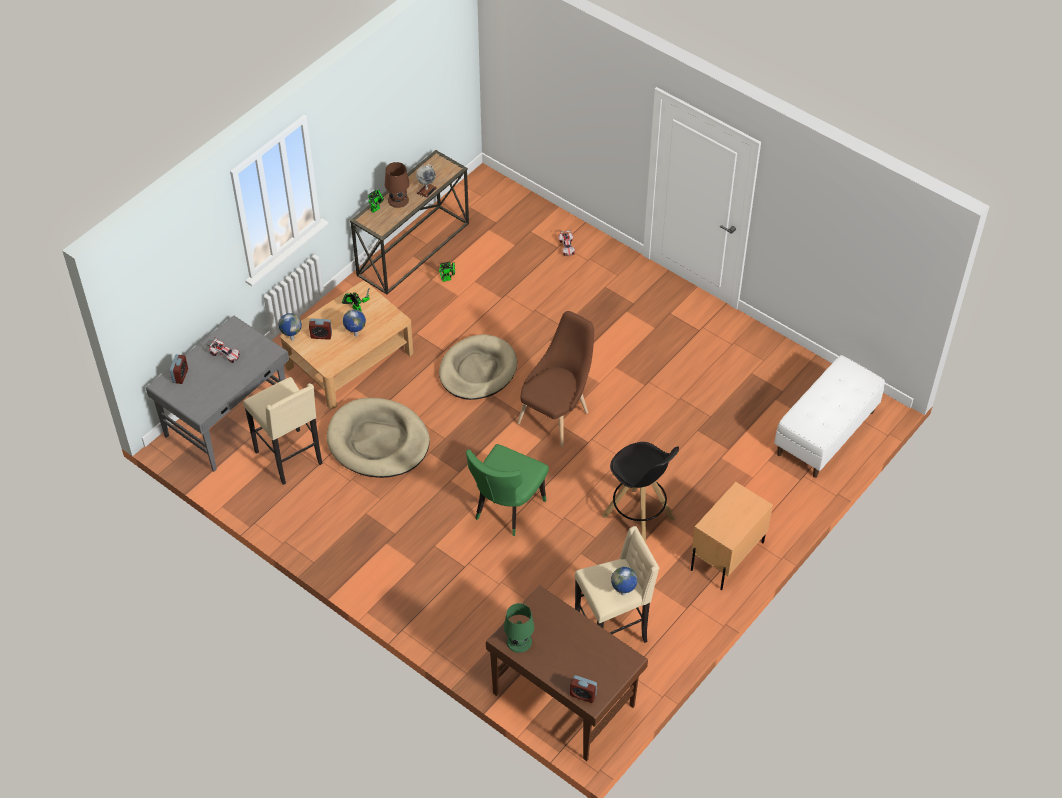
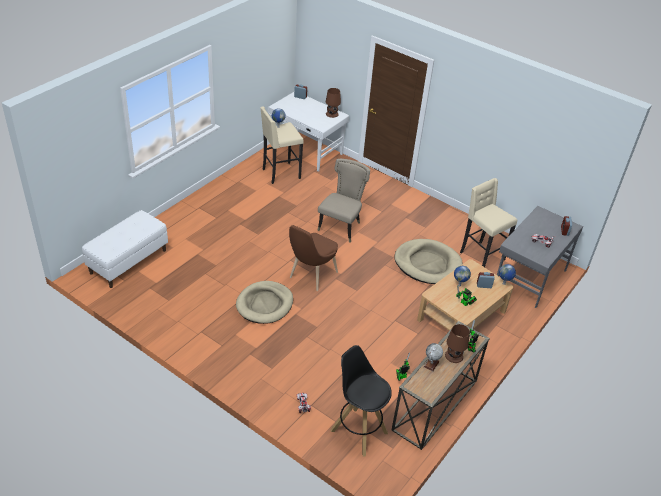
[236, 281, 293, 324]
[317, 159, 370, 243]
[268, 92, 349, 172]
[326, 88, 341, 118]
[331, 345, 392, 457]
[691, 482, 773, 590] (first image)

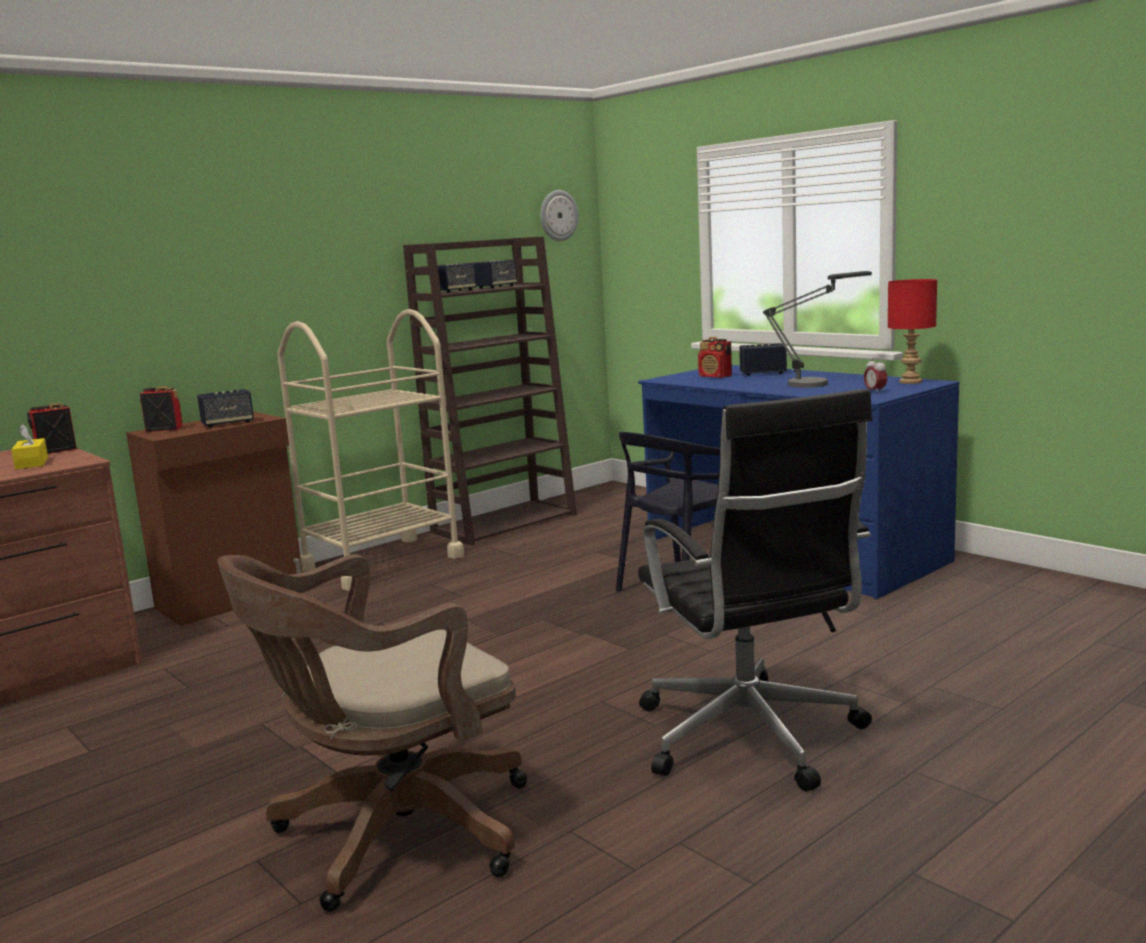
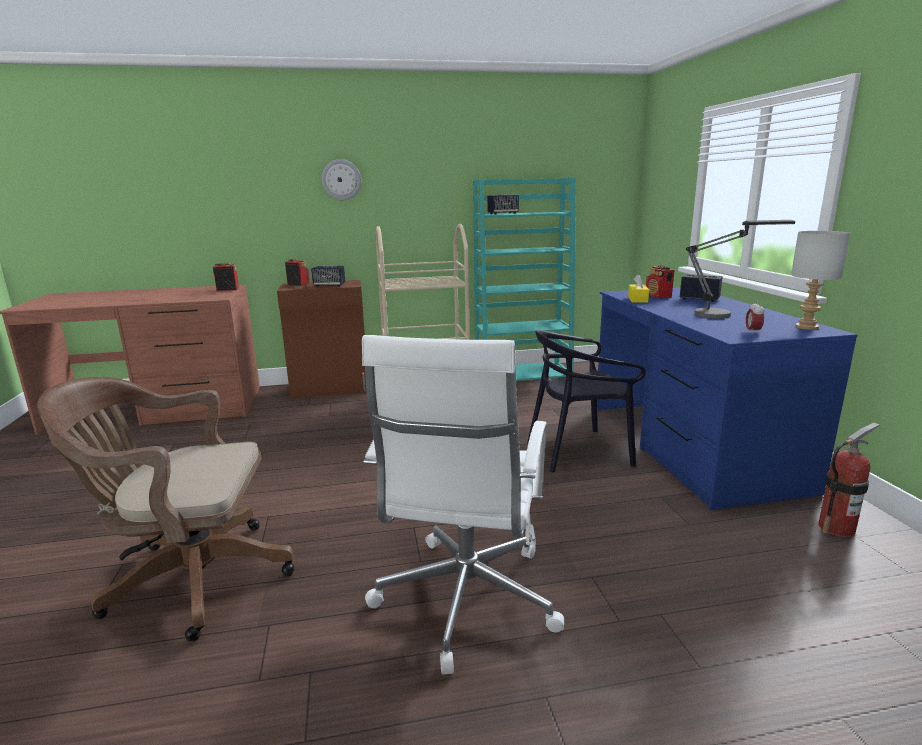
[628, 274, 649, 303]
[473, 178, 576, 381]
[474, 260, 517, 289] (first image)
[321, 159, 361, 200]
[362, 335, 564, 674]
[791, 231, 850, 330]
[818, 423, 880, 537]

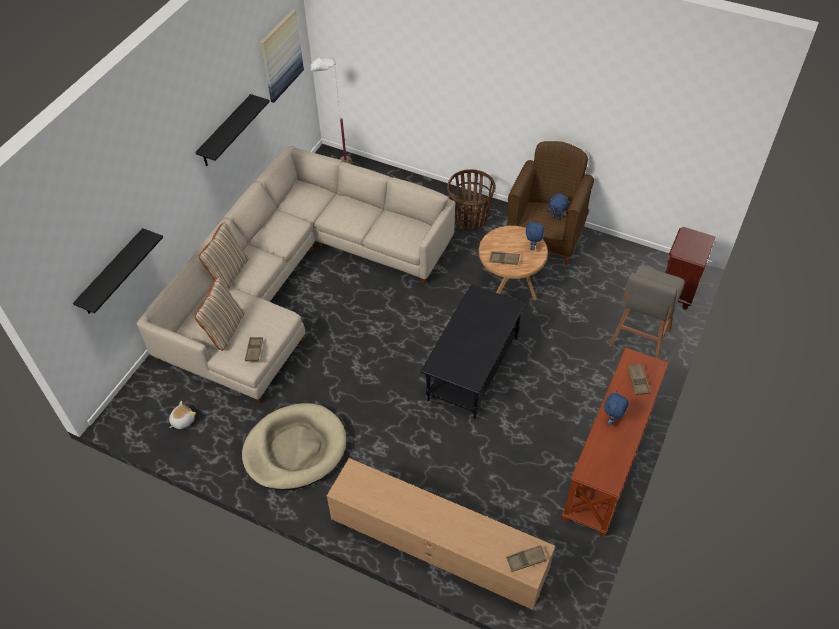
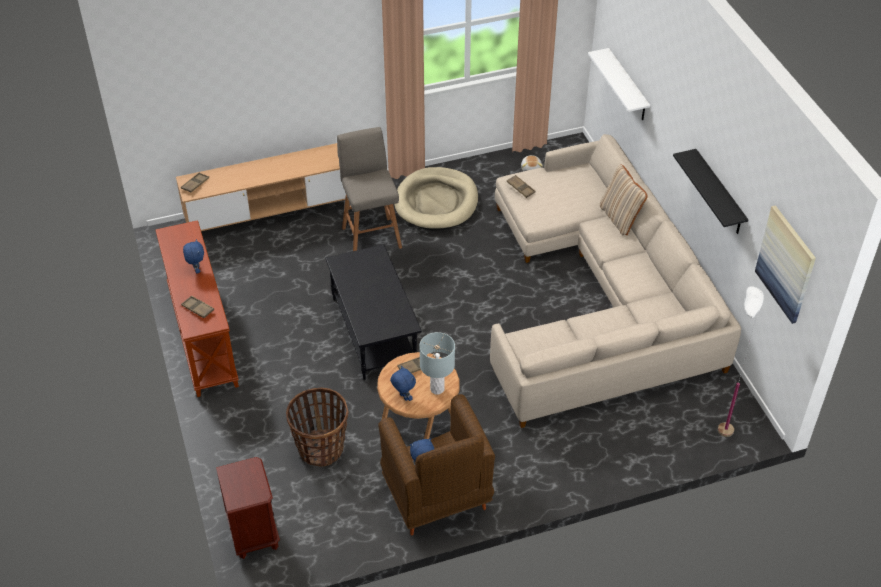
[588, 48, 650, 120]
[194, 278, 245, 351] (first image)
[286, 387, 349, 467]
[337, 127, 402, 251]
[419, 332, 455, 394]

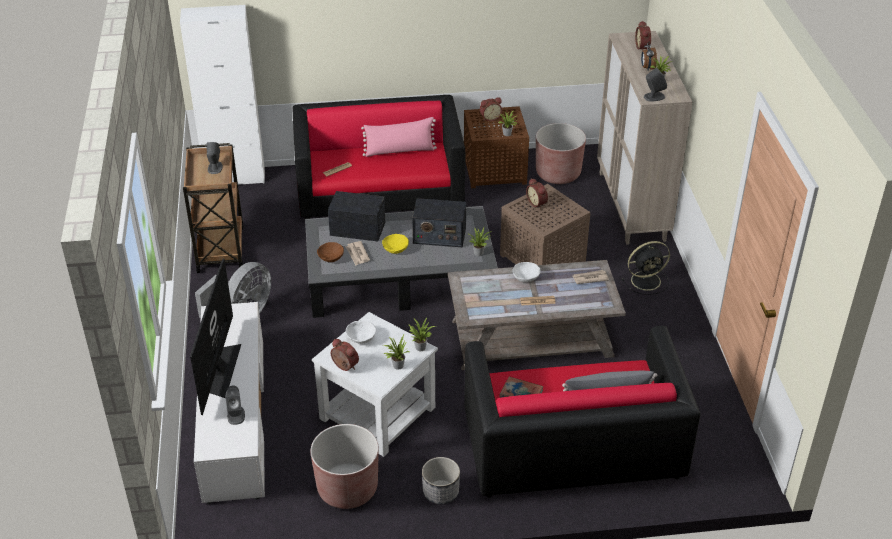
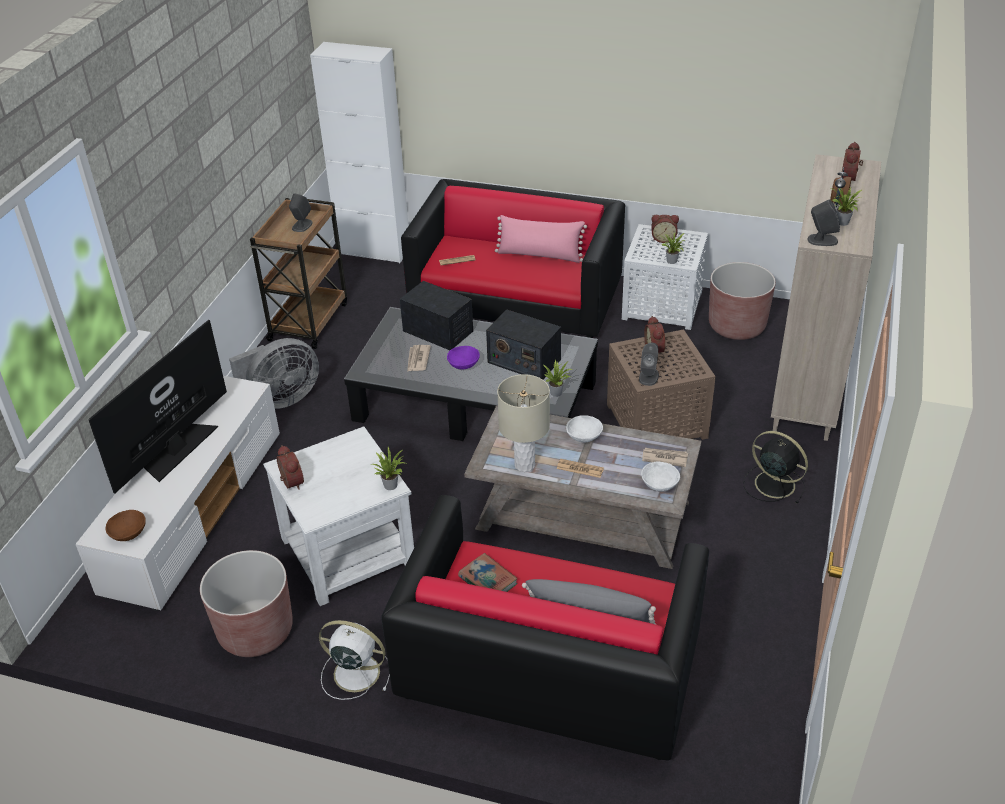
[639, 343, 659, 386]
[106, 510, 146, 541]
[641, 461, 680, 491]
[447, 346, 480, 370]
[382, 335, 411, 370] (first image)
[319, 620, 390, 700]
[622, 224, 708, 330]
[743, 431, 808, 503]
[497, 374, 550, 472]

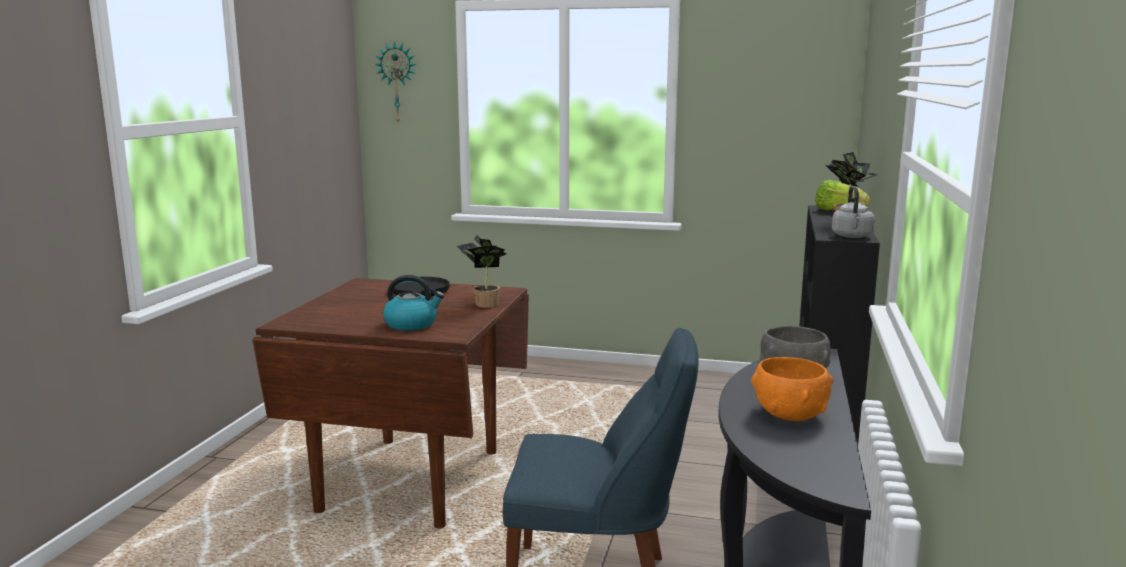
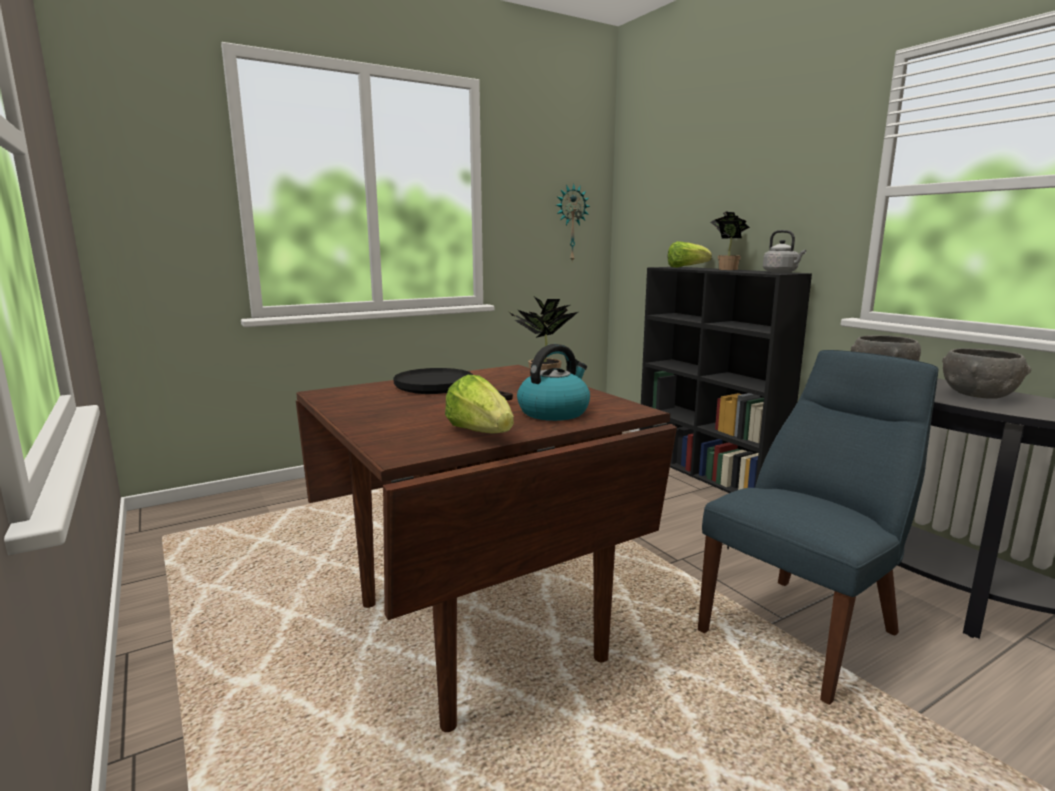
[556, 184, 590, 261]
[942, 348, 1031, 399]
[445, 375, 514, 433]

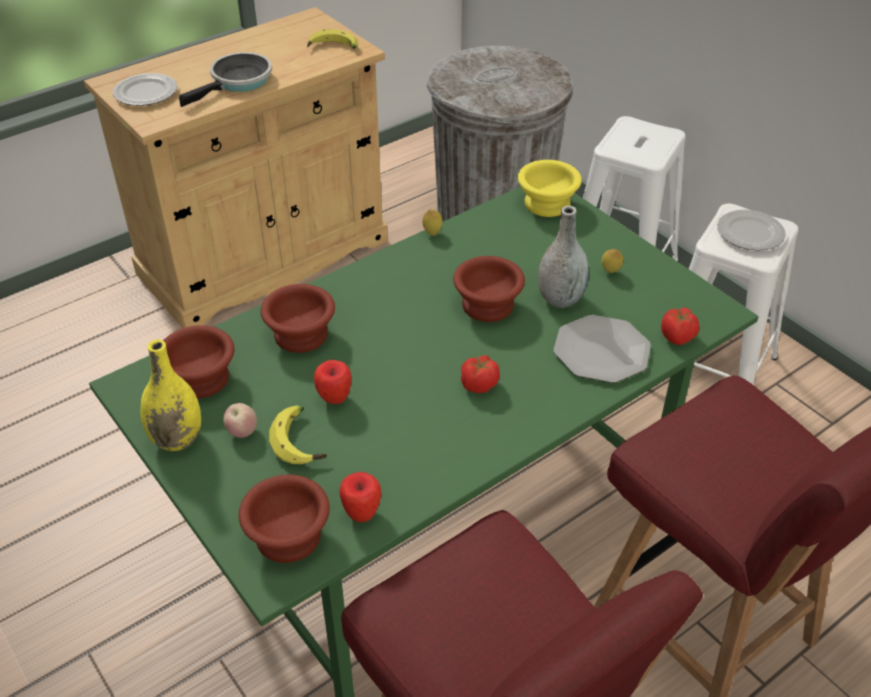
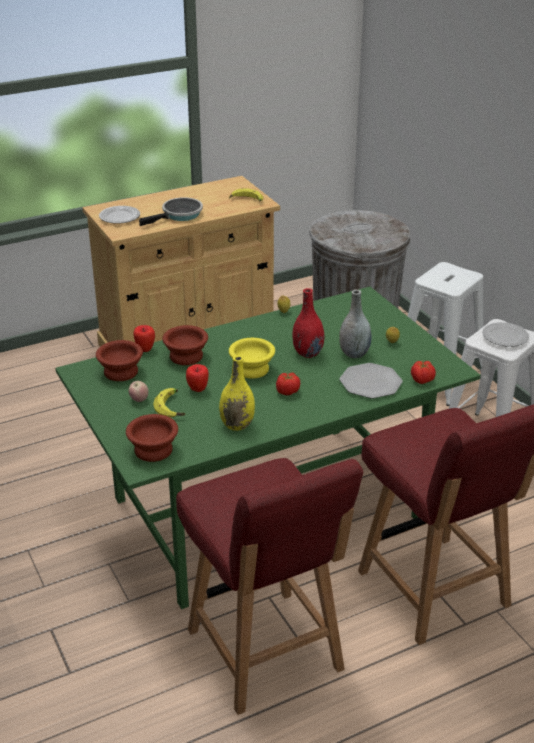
[219, 355, 255, 431]
[134, 325, 155, 352]
[292, 288, 325, 358]
[229, 338, 275, 379]

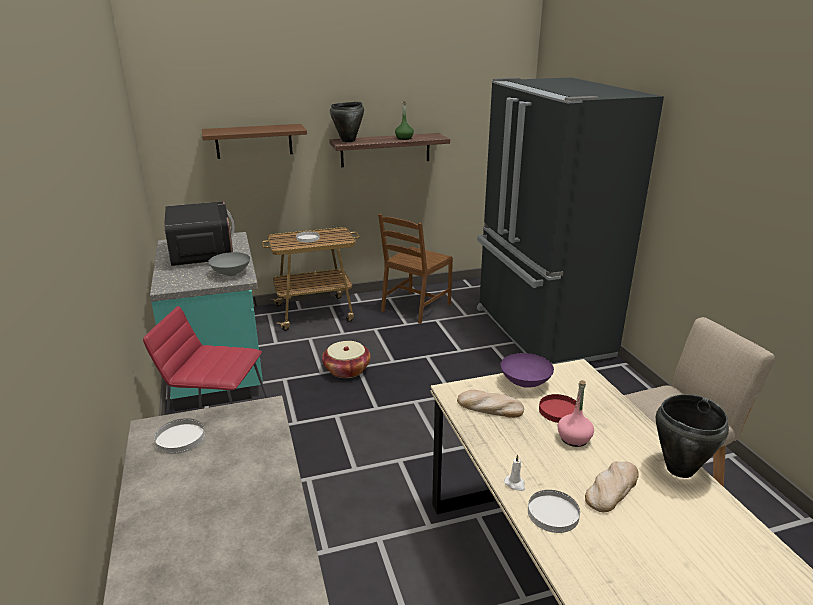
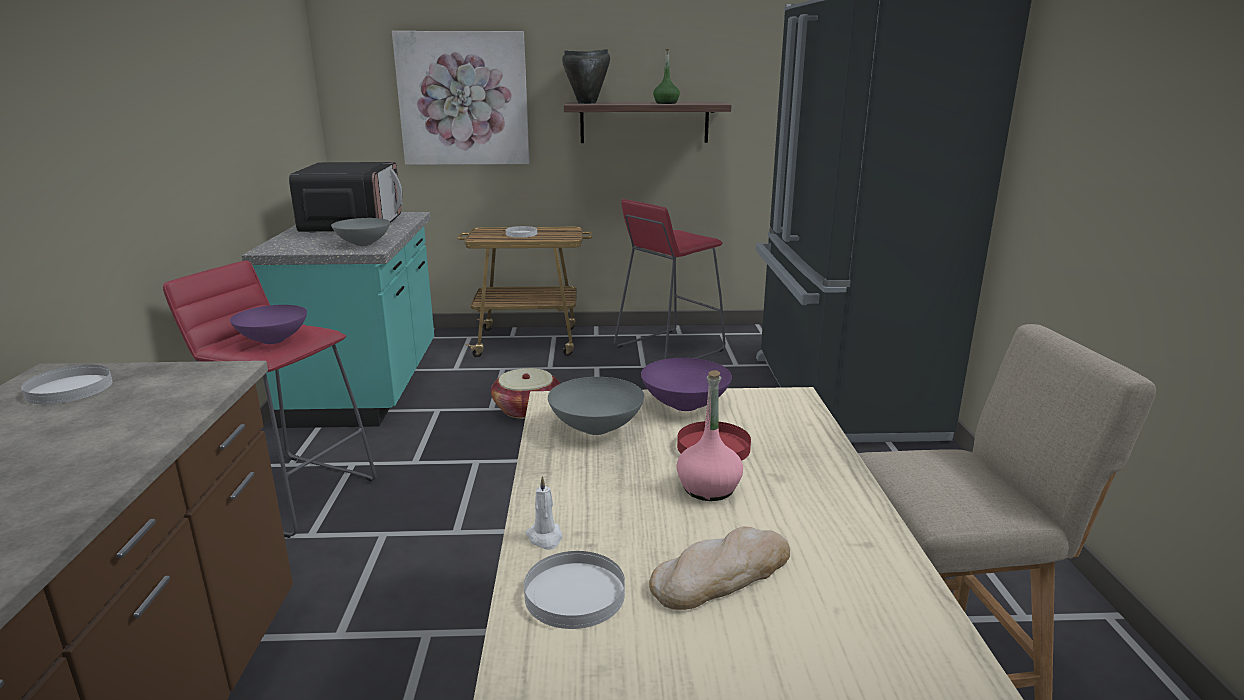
[392, 31, 530, 165]
[614, 199, 725, 359]
[548, 377, 644, 435]
[656, 394, 729, 478] (first image)
[230, 305, 307, 344]

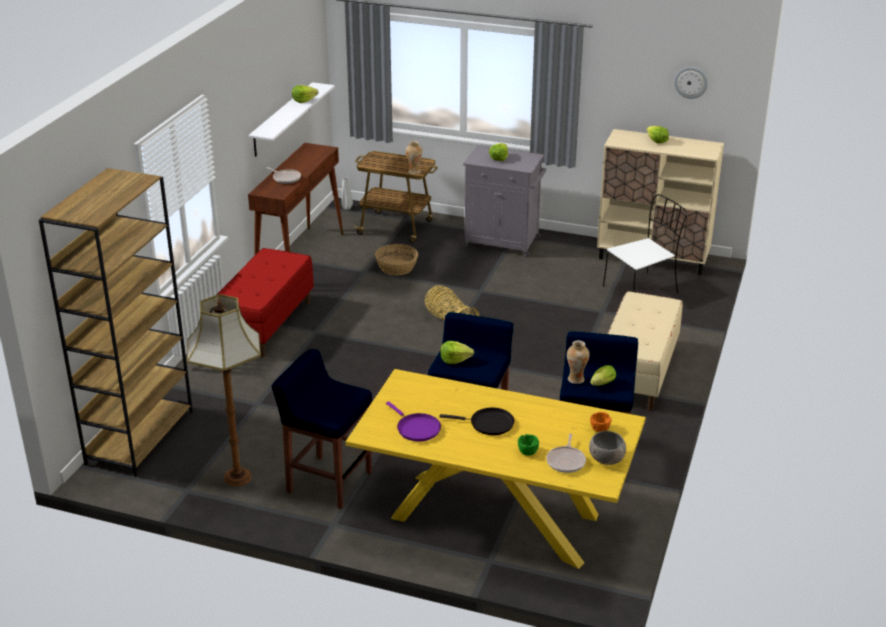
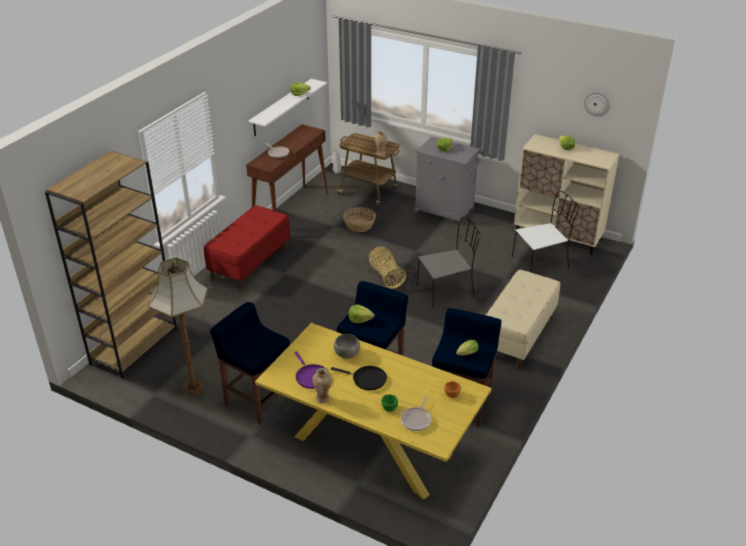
[313, 368, 332, 403]
[334, 334, 360, 359]
[417, 216, 481, 308]

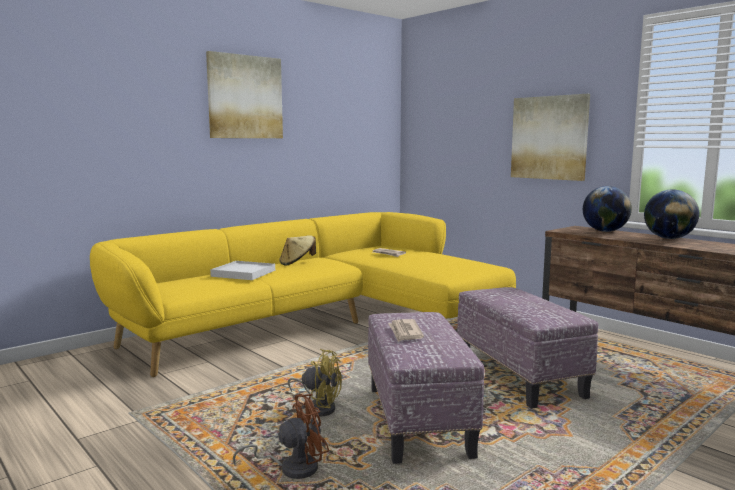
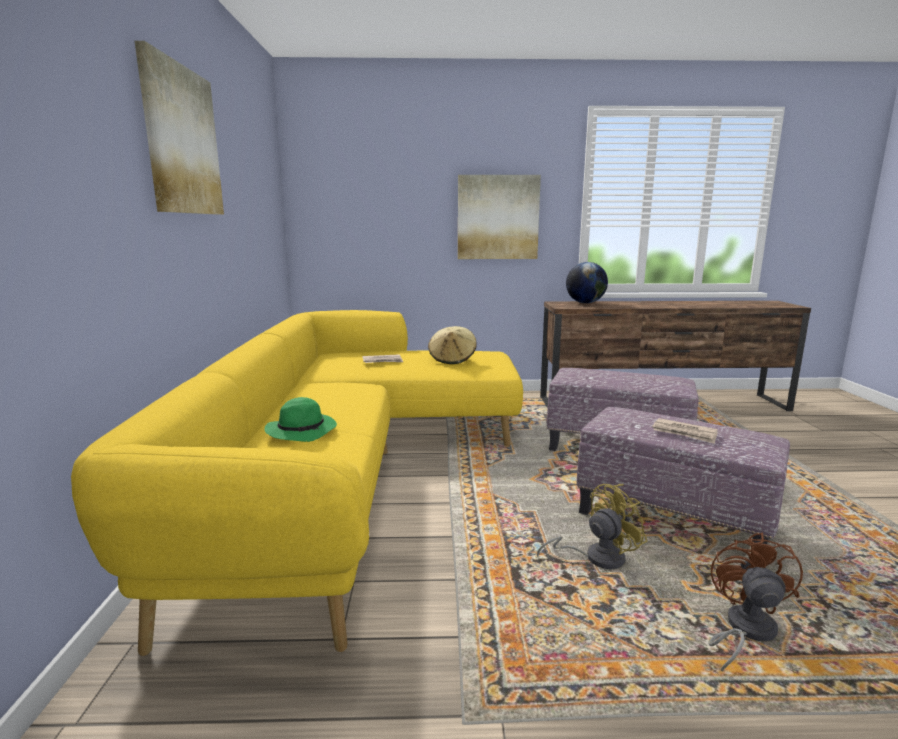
[265, 397, 337, 442]
[428, 326, 477, 364]
[644, 189, 699, 239] (first image)

